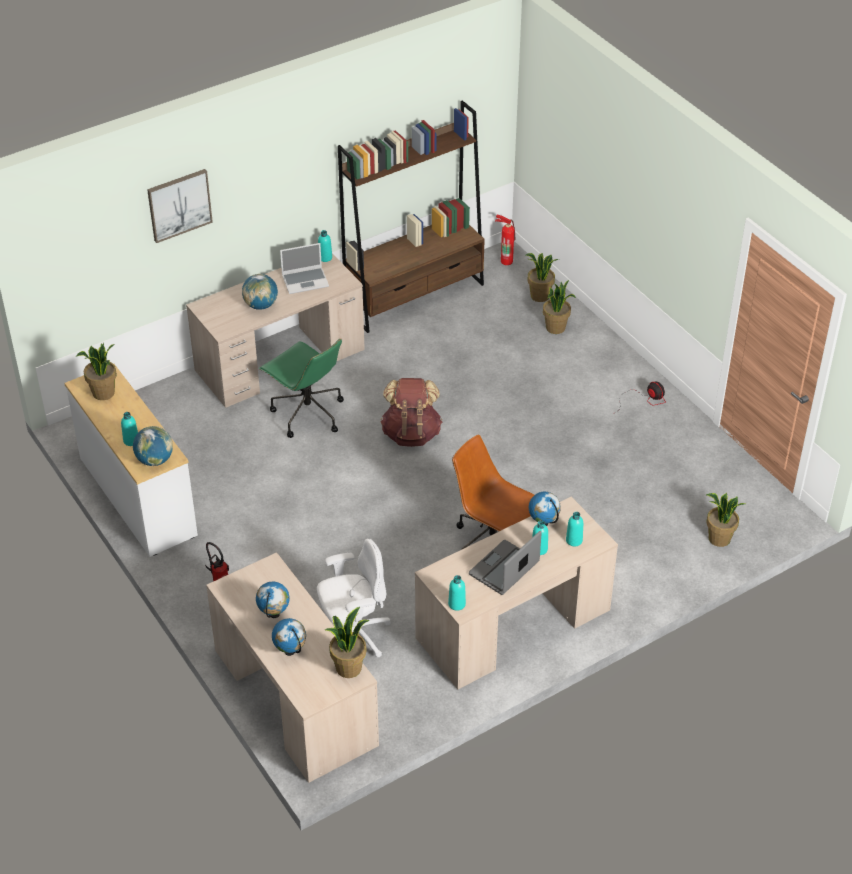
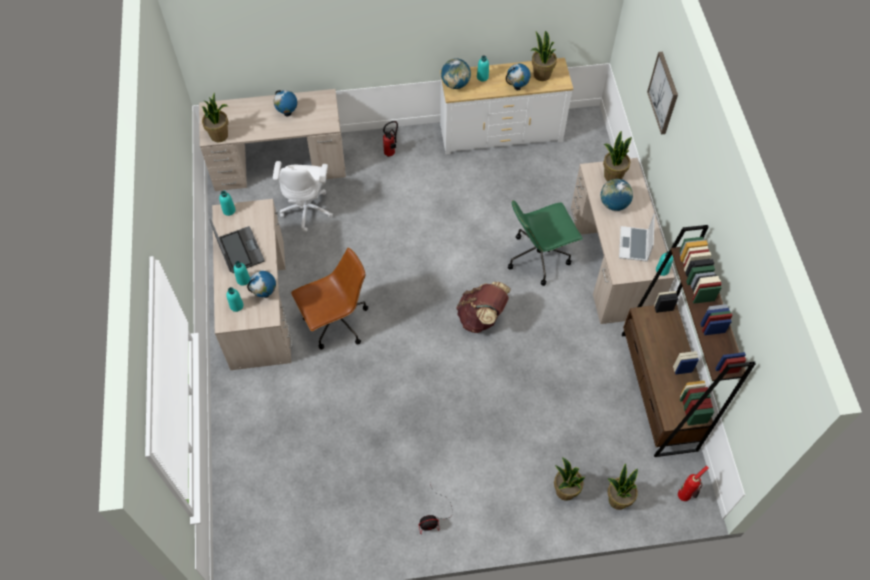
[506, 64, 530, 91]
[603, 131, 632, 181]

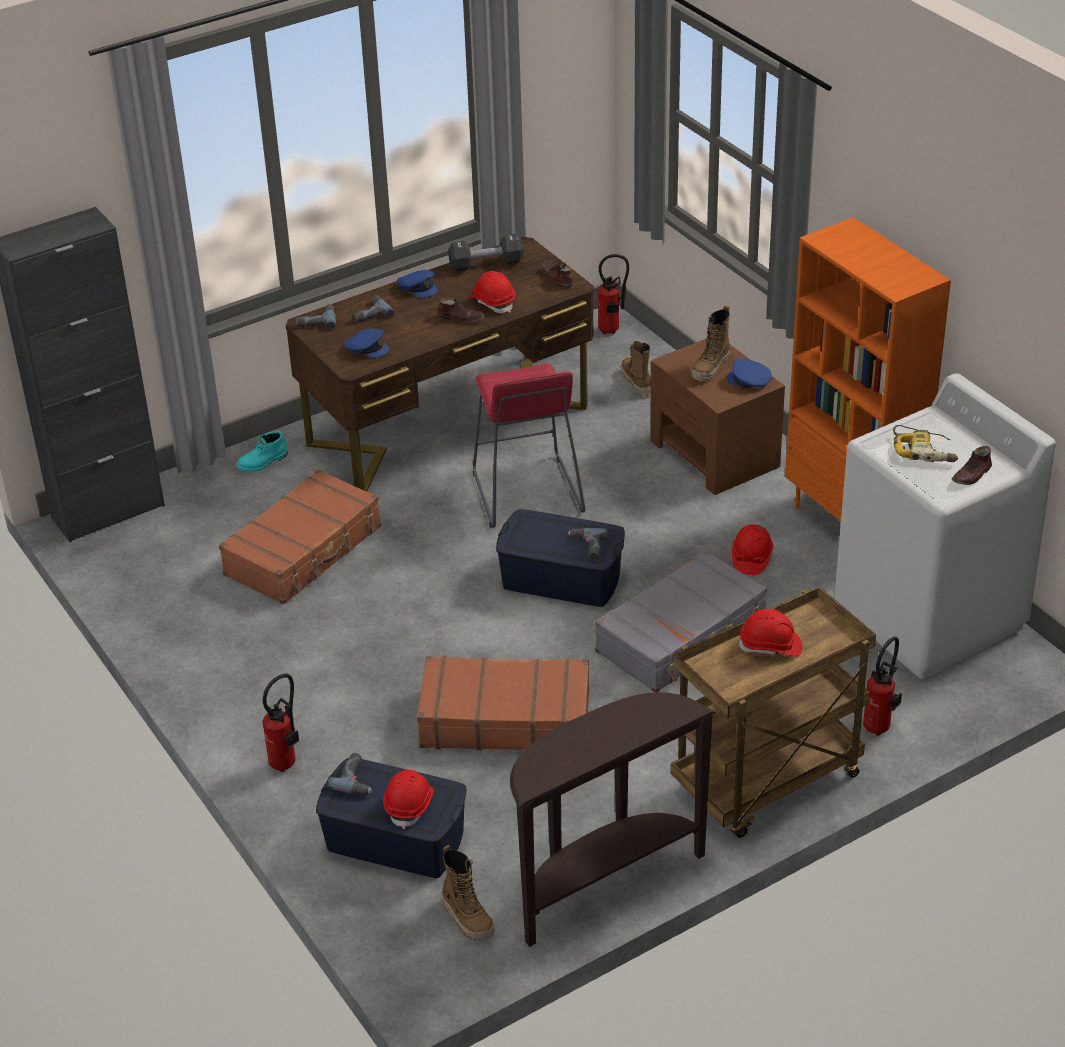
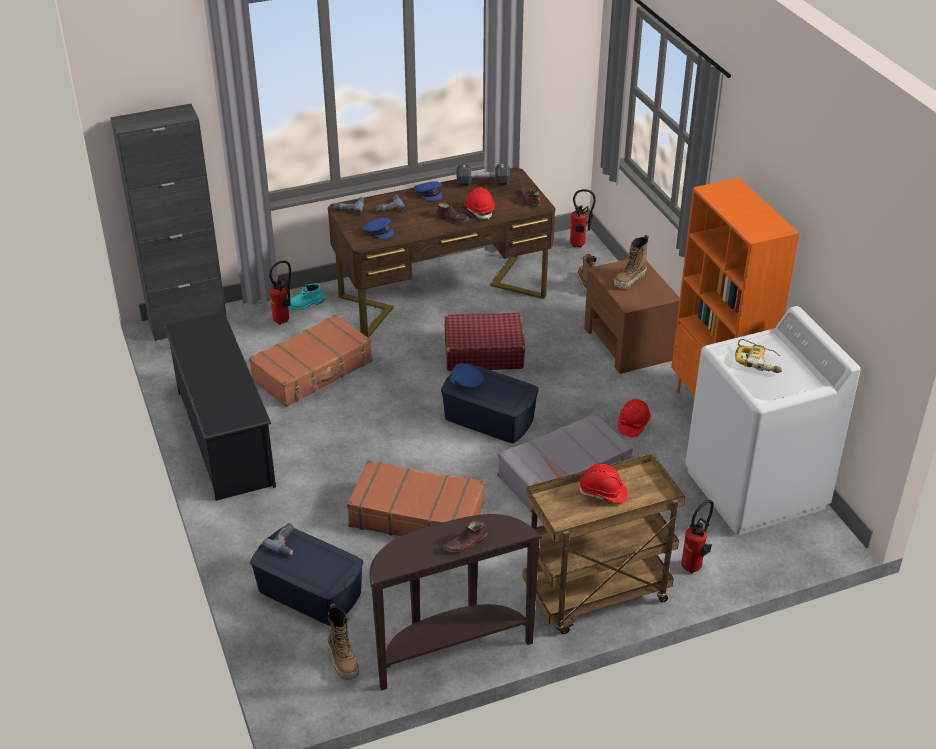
[269, 261, 291, 325]
[383, 770, 434, 829] (first image)
[445, 313, 525, 371]
[568, 528, 607, 560] (first image)
[450, 363, 484, 389]
[443, 521, 487, 553]
[164, 312, 276, 501]

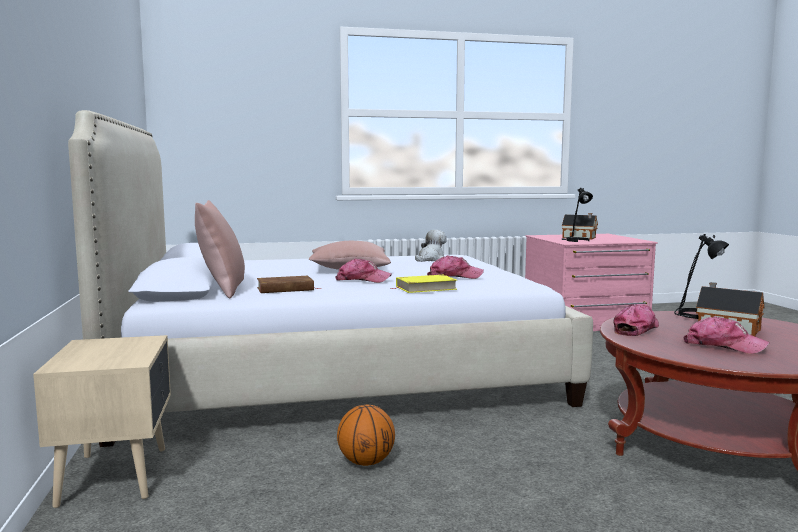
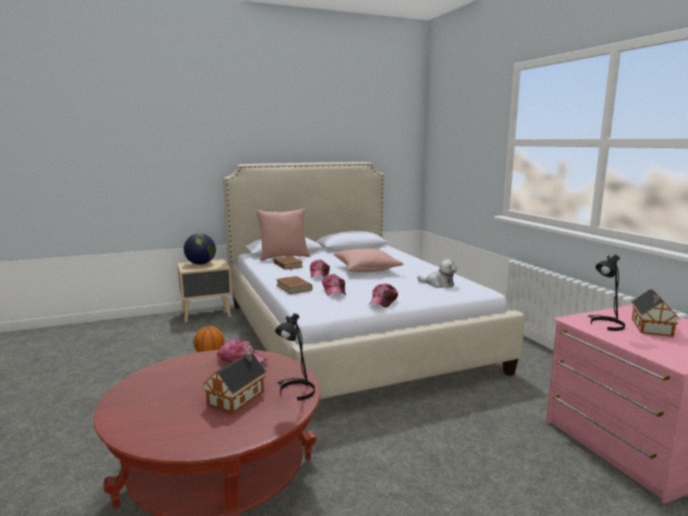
[276, 276, 312, 294]
[370, 283, 398, 308]
[184, 233, 216, 265]

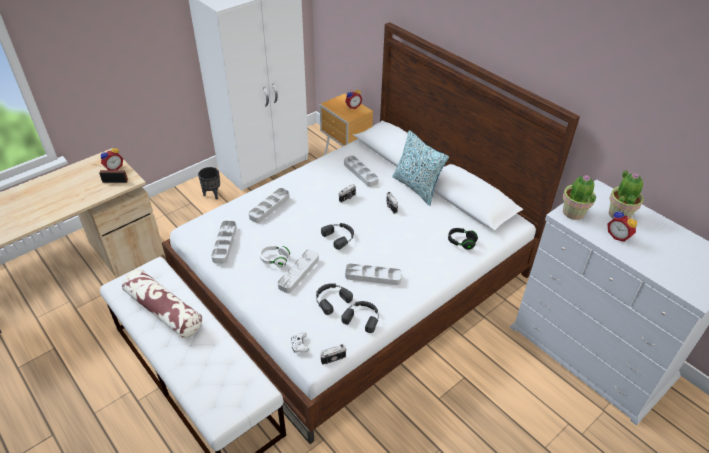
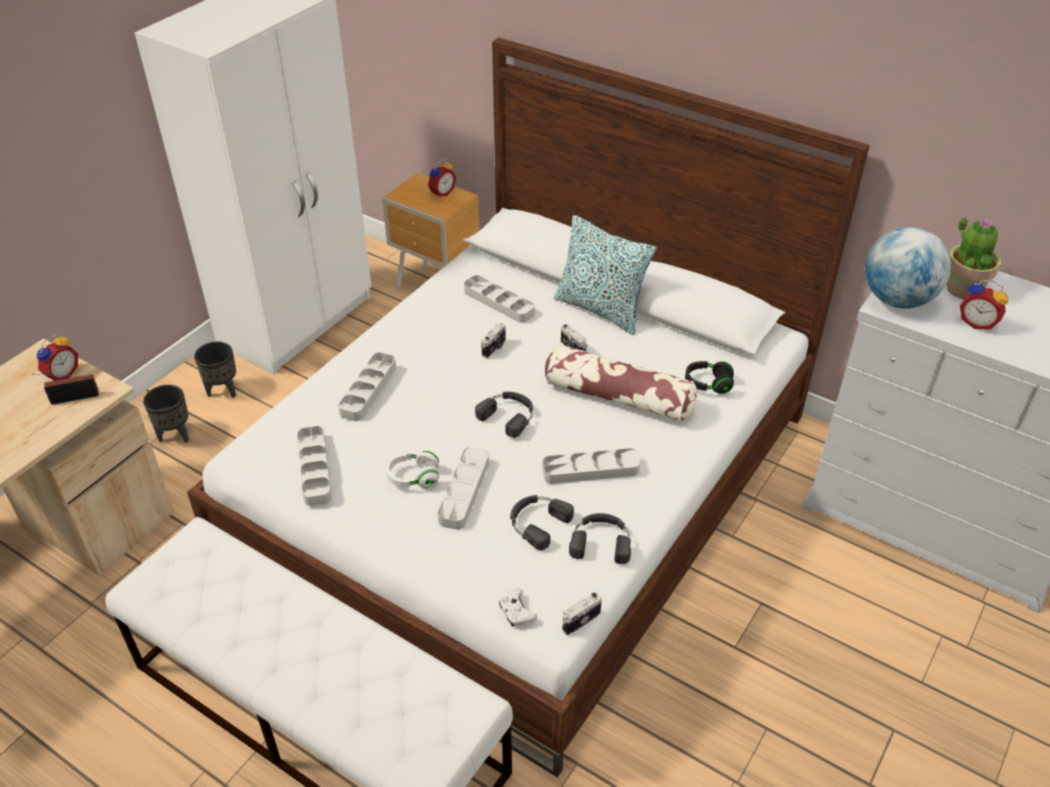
[545, 344, 697, 422]
[865, 227, 951, 309]
[143, 385, 189, 443]

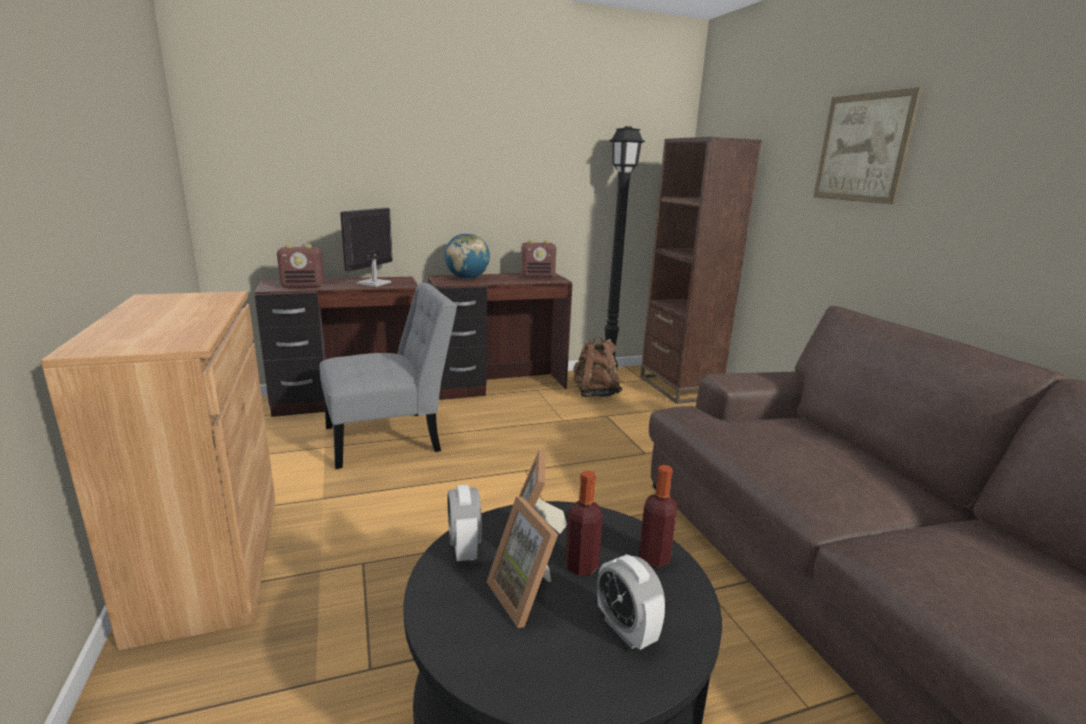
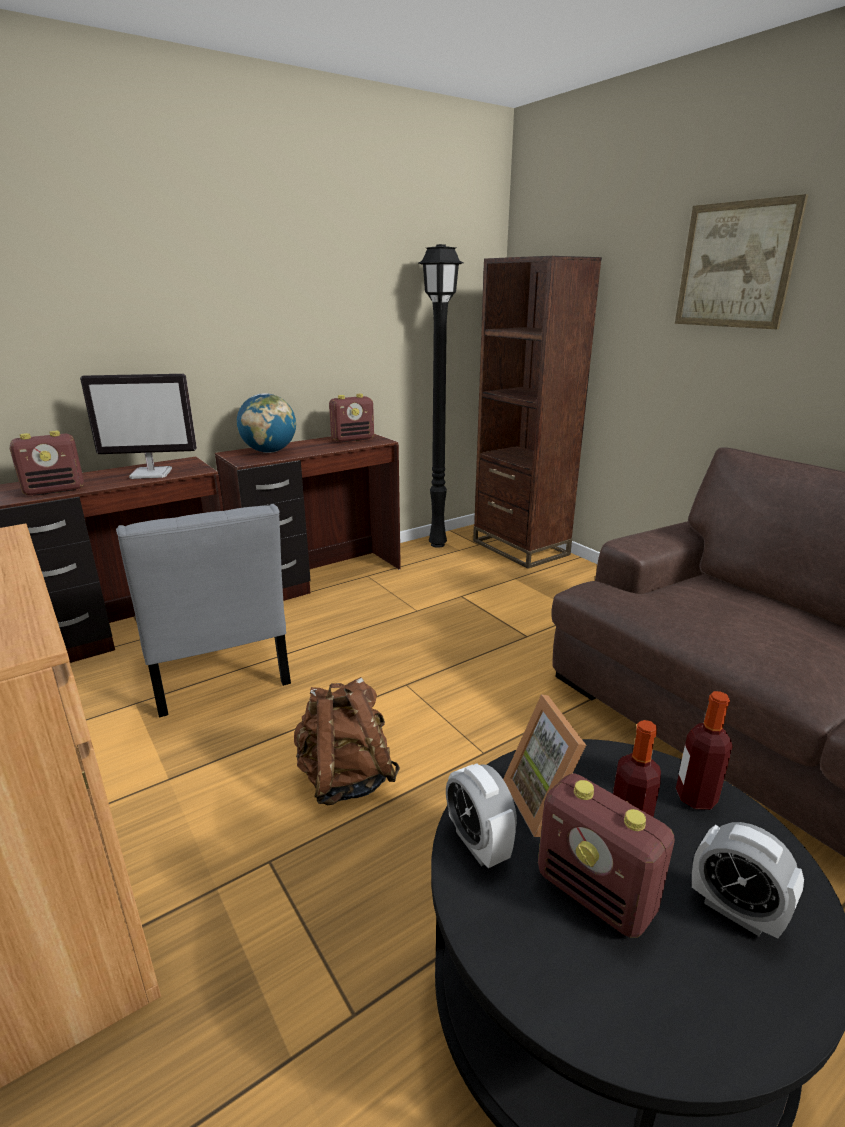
[116, 504, 291, 717]
[80, 374, 197, 479]
[538, 773, 675, 938]
[294, 677, 400, 805]

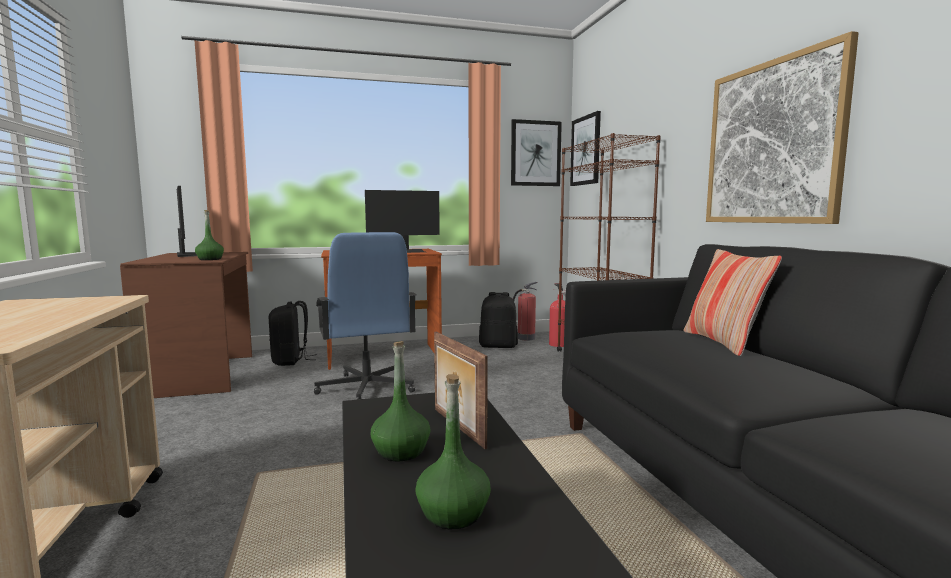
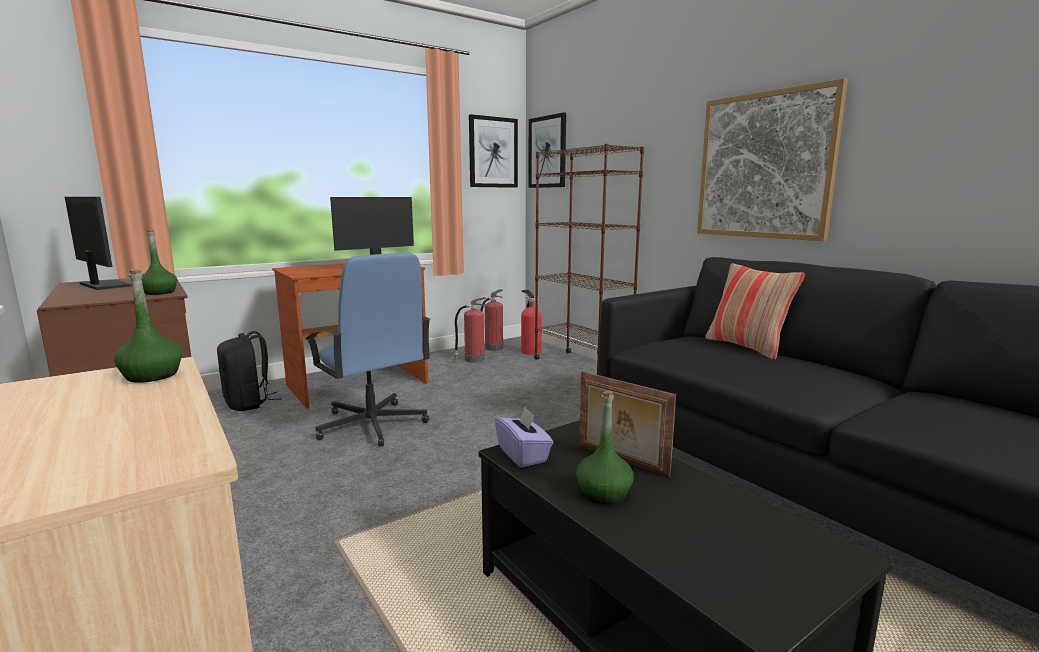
[114, 269, 182, 383]
[454, 297, 486, 363]
[495, 407, 553, 467]

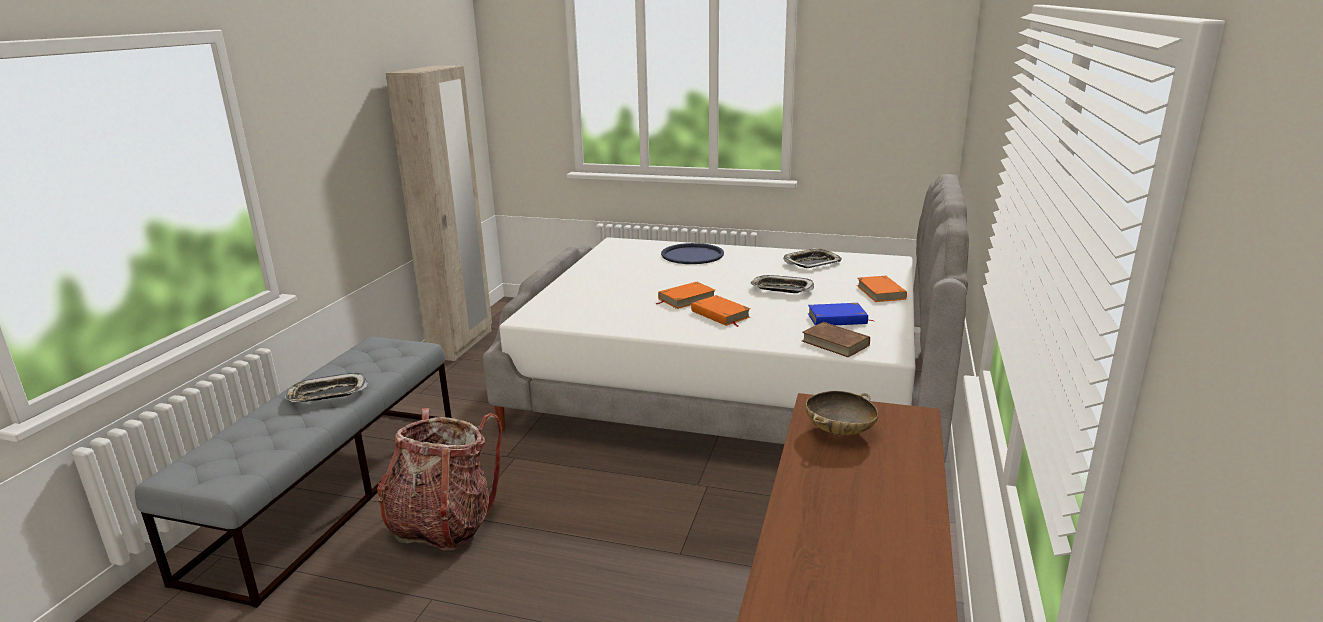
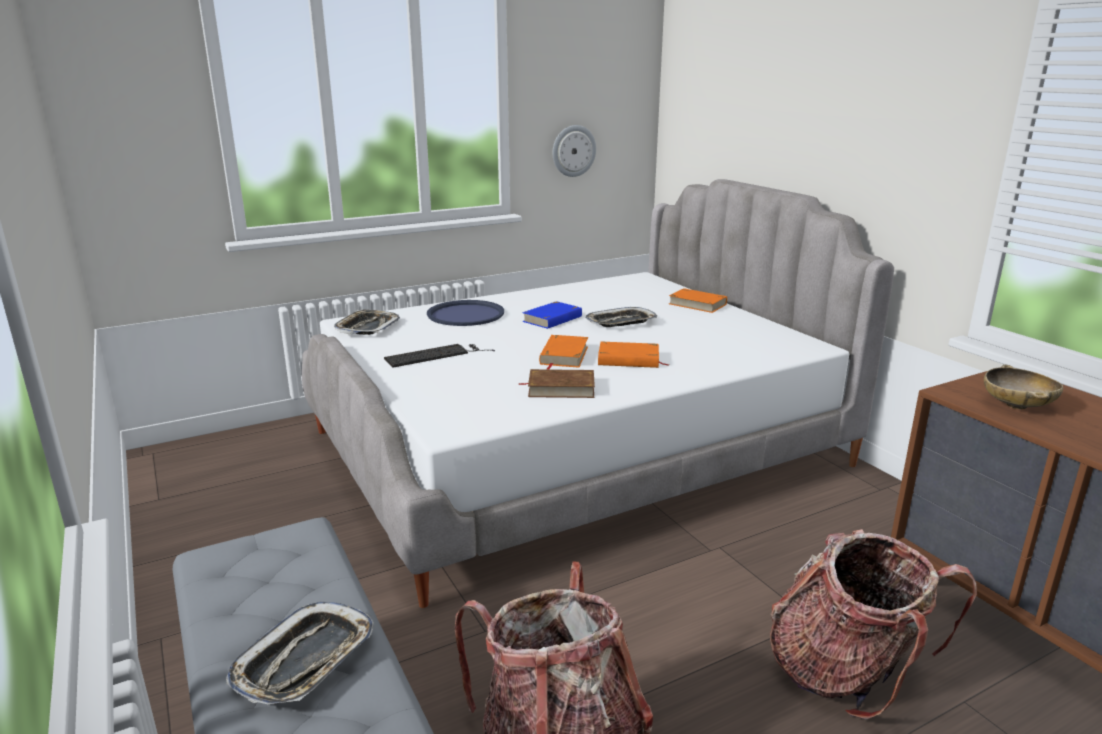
[386, 66, 492, 361] (first image)
[334, 310, 400, 335]
[518, 369, 595, 398]
[522, 301, 582, 329]
[384, 344, 495, 368]
[553, 125, 596, 177]
[770, 529, 977, 720]

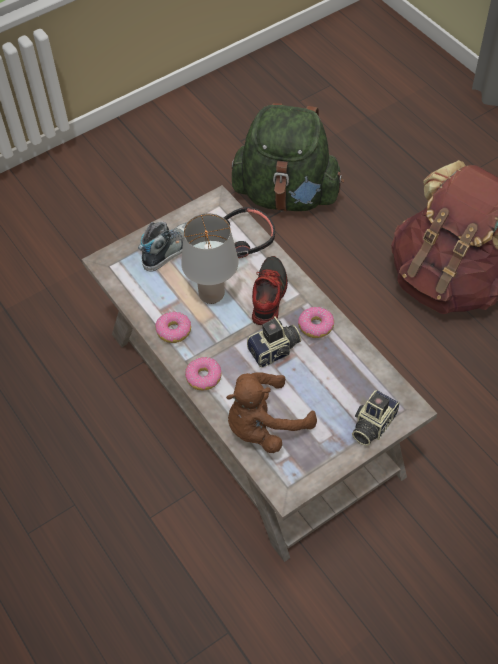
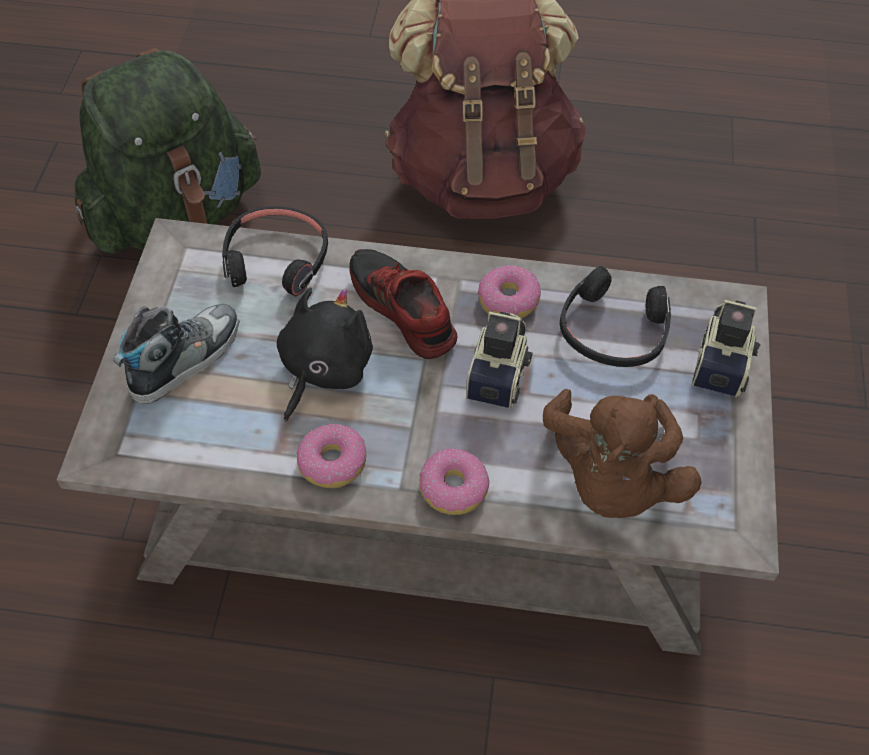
[114, 304, 240, 404]
[277, 288, 373, 422]
[692, 300, 760, 397]
[560, 266, 671, 367]

